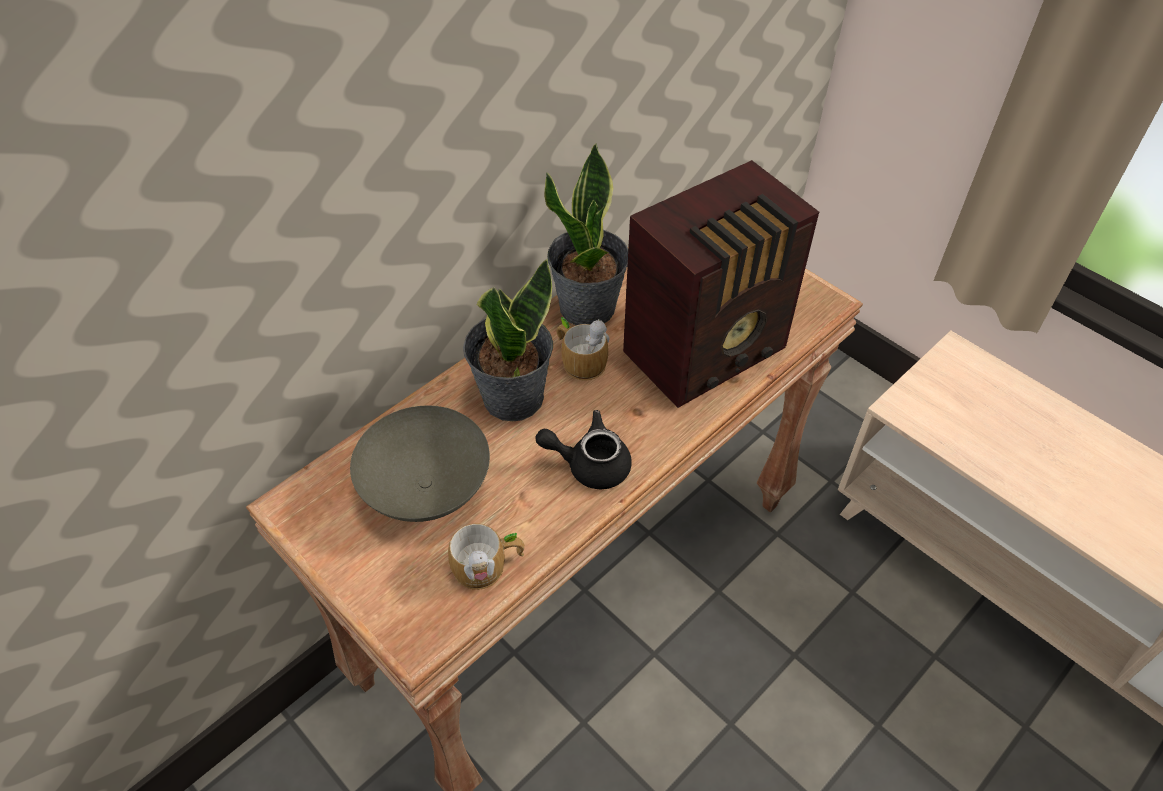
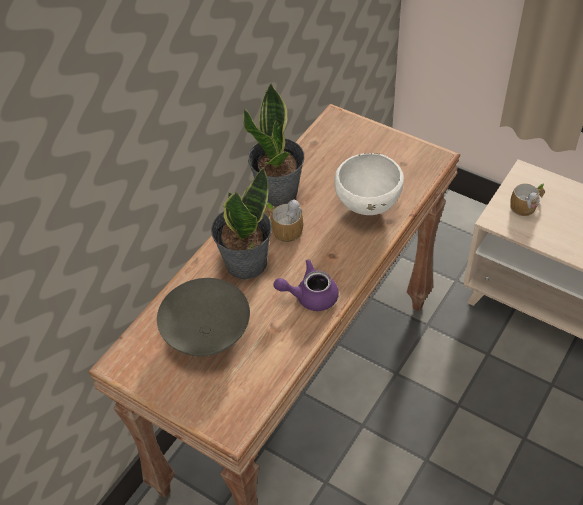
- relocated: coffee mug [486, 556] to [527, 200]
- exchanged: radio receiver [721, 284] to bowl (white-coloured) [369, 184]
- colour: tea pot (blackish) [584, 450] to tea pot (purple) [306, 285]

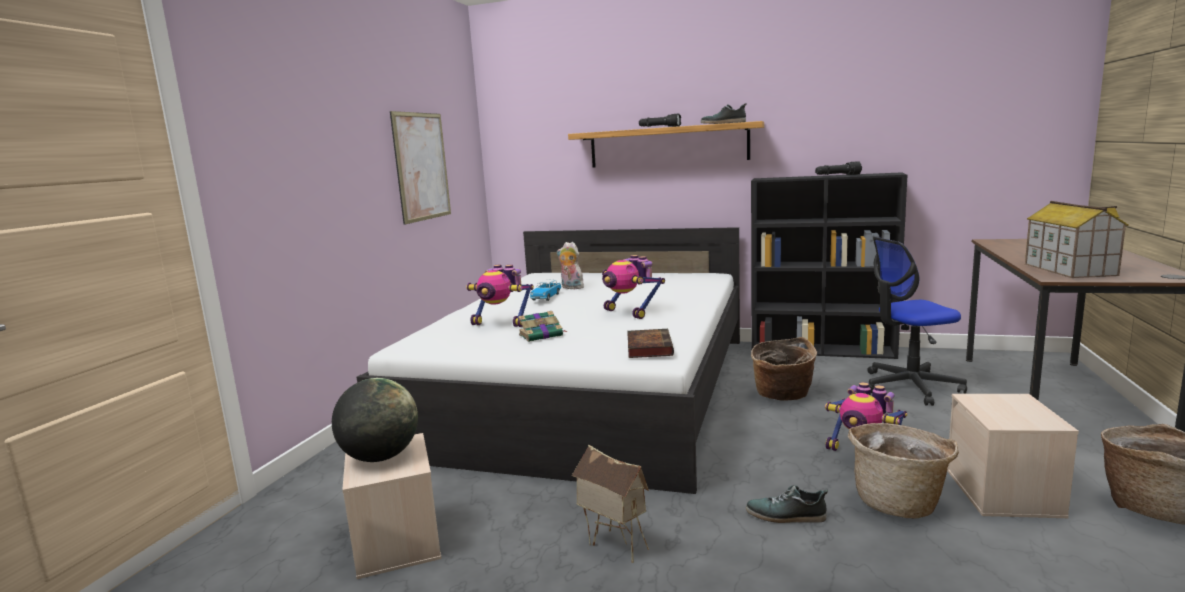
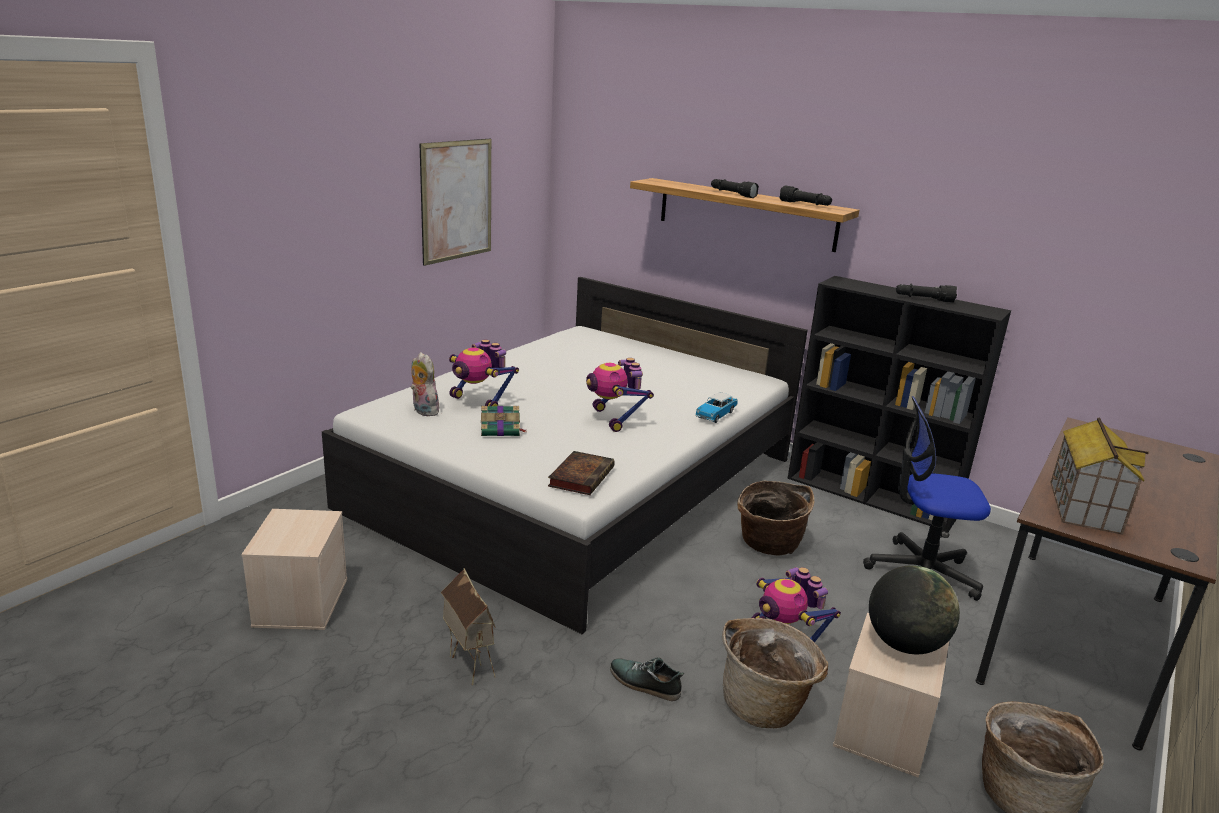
- relocated: world globe [375, 420] to [914, 609]
- relocated: model car [546, 290] to [716, 407]
- relocated: cuddly toy [570, 265] to [425, 384]
- exchanged: low shoe [724, 113] to hand torch (blackish) [805, 195]

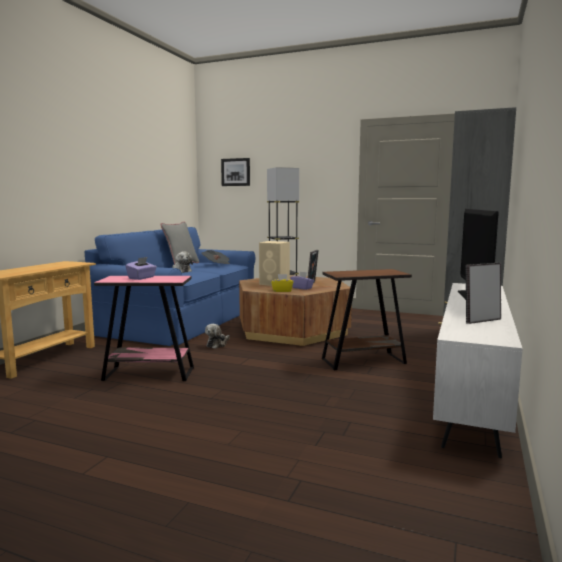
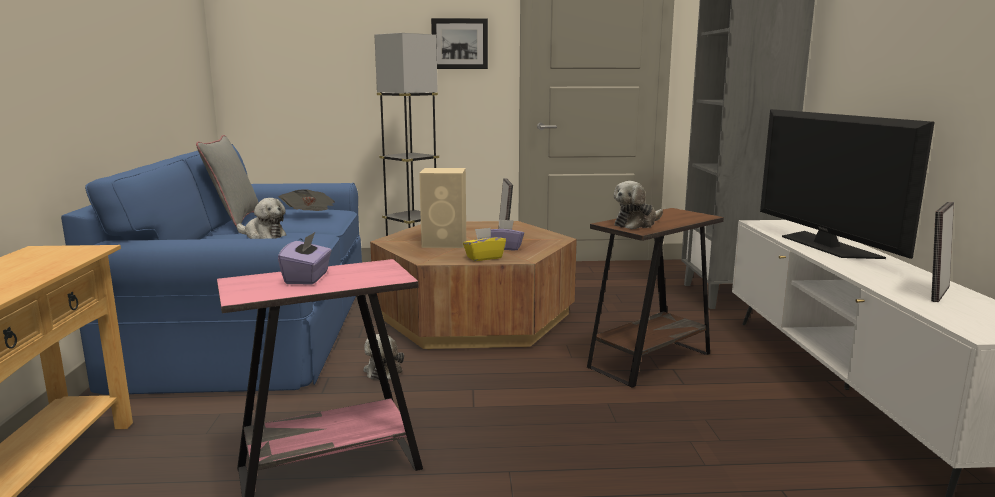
- appeared: cuddly toy [638, 205]
- relocated: picture [235, 172] to [459, 43]

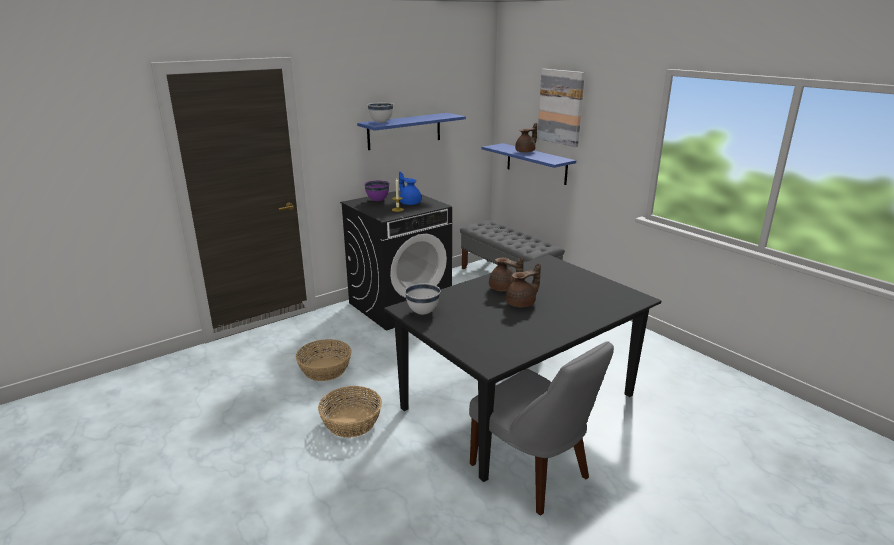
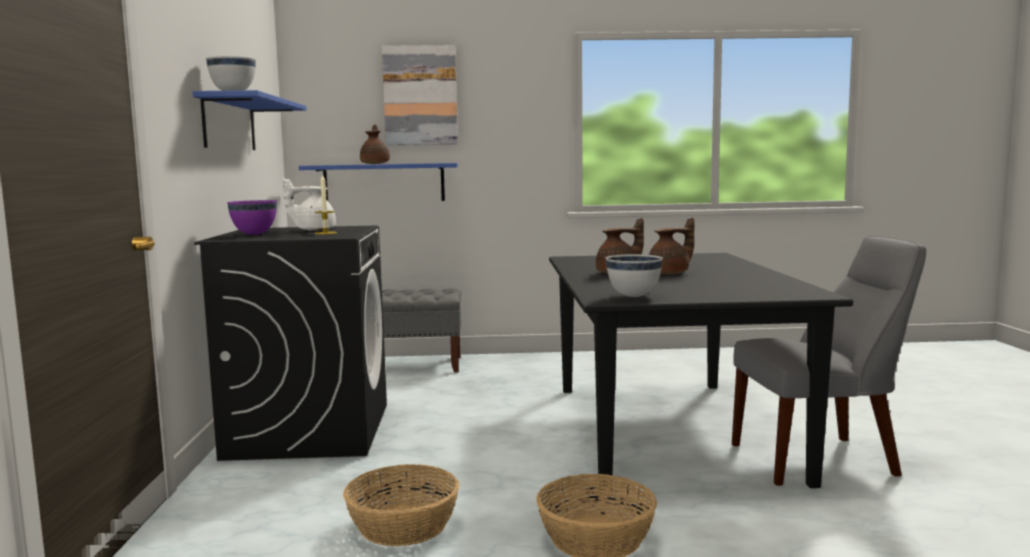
- colour: tea pot (blue-coloured) [410, 188] to tea pot (white-coloured) [309, 204]
- spun: tea pot (brownish) [523, 285] = [671, 245] 60 degrees clockwise

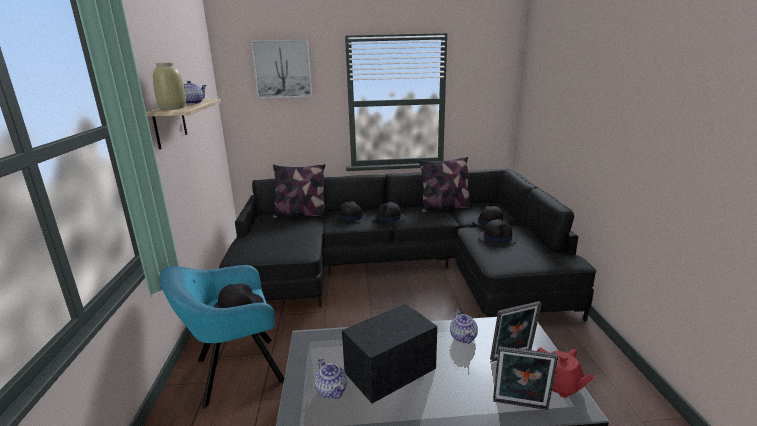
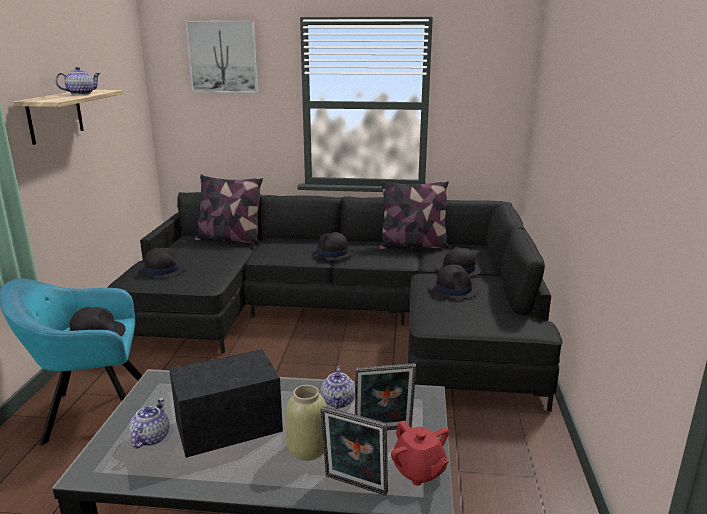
- relocated: vase (beige) [169, 86] to [306, 423]
- relocated: wearable hat (blackish) [351, 212] to [162, 263]
- spun: tea pot [331, 378] = [149, 423] 150 degrees counterclockwise

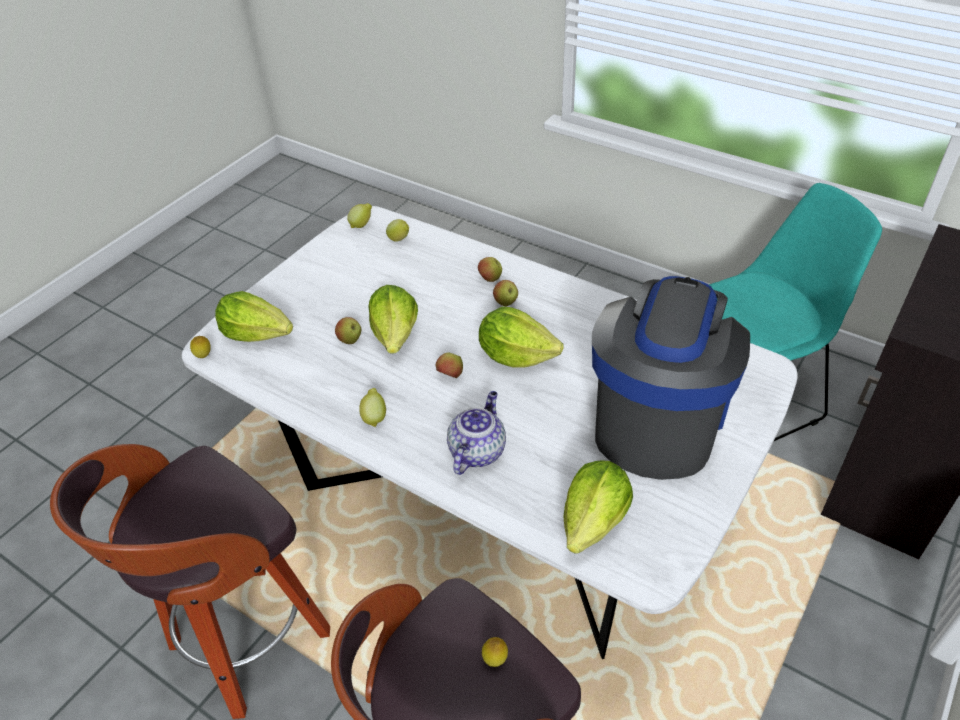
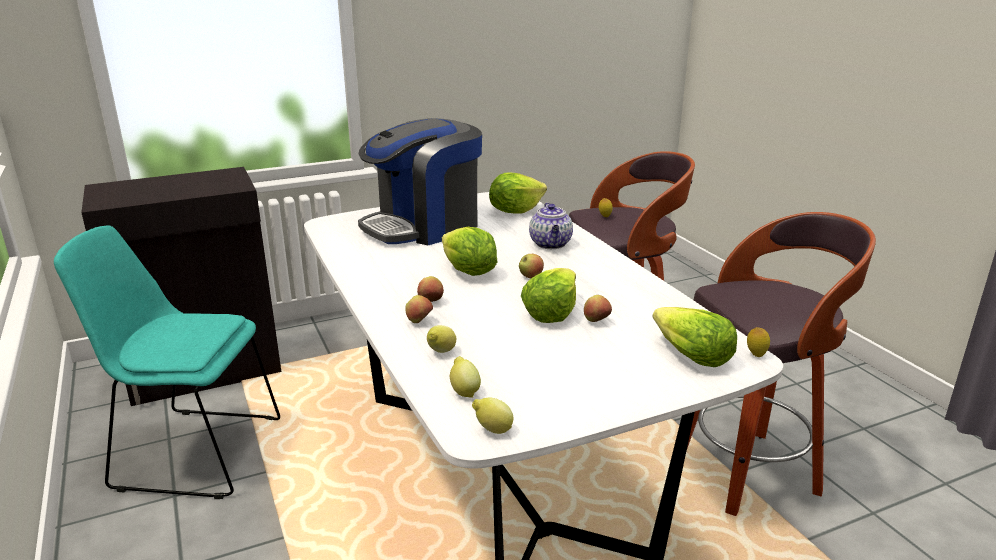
- relocated: citrus fruit [372, 407] to [441, 339]
- spun: tea pot [476, 433] = [551, 225] 60 degrees counterclockwise

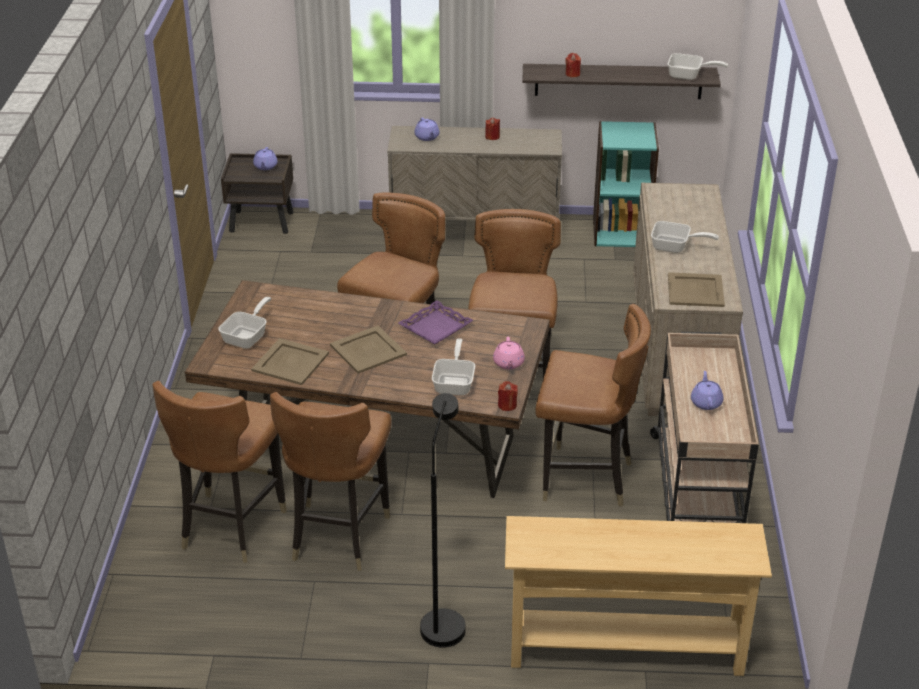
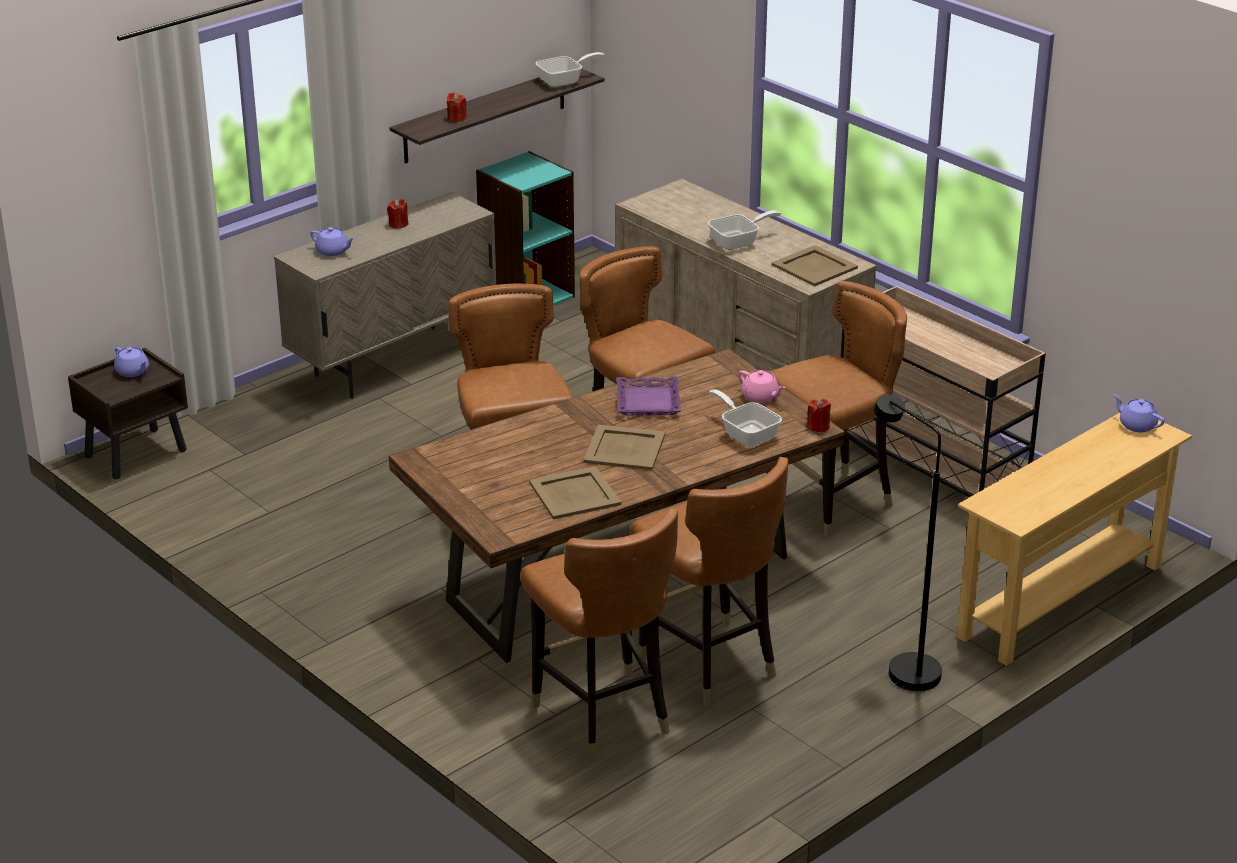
- missing: skillet [244, 323]
- relocated: tea pot (purple) [707, 390] to [1139, 413]

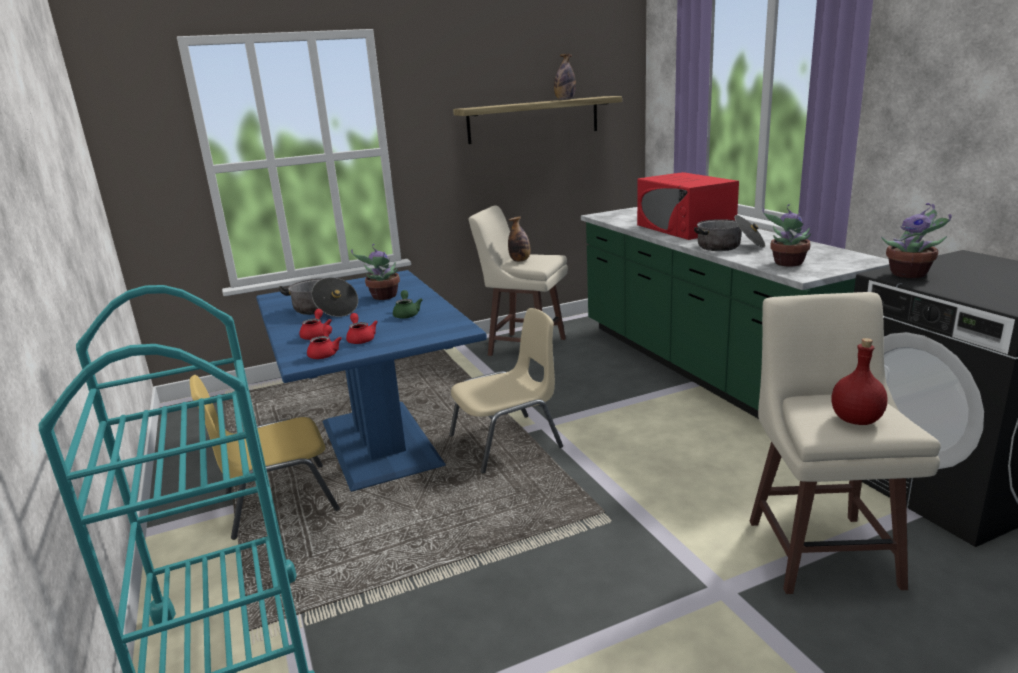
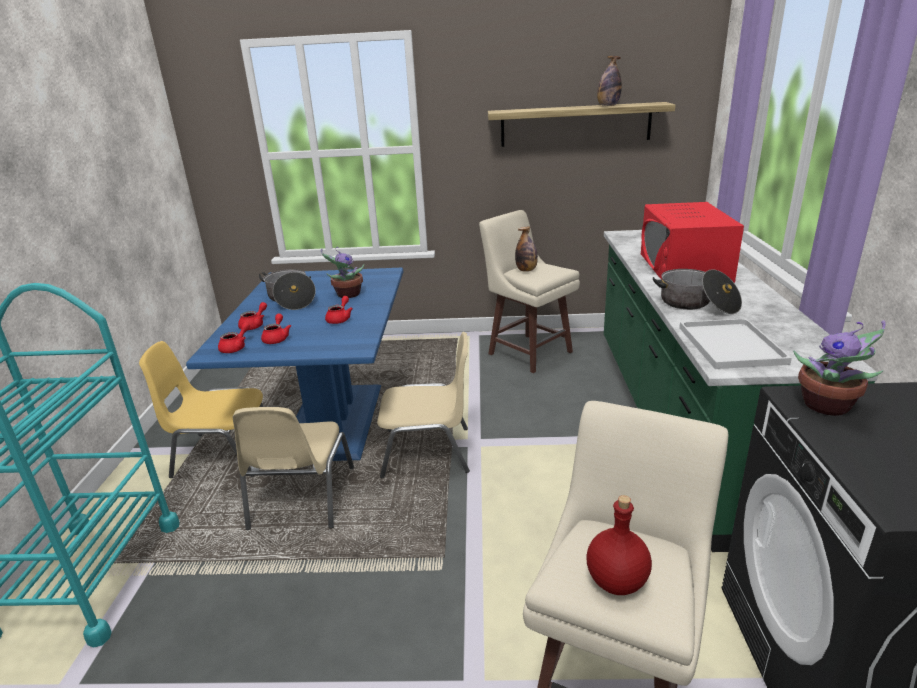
- appeared: plain chair (beige) [293, 468]
- exchanged: houseplant [786, 235] to carrying tray (white-coloured) [735, 343]
- colour: tea pot (green-coloured) [408, 304] to tea pot (red-coloured) [339, 310]

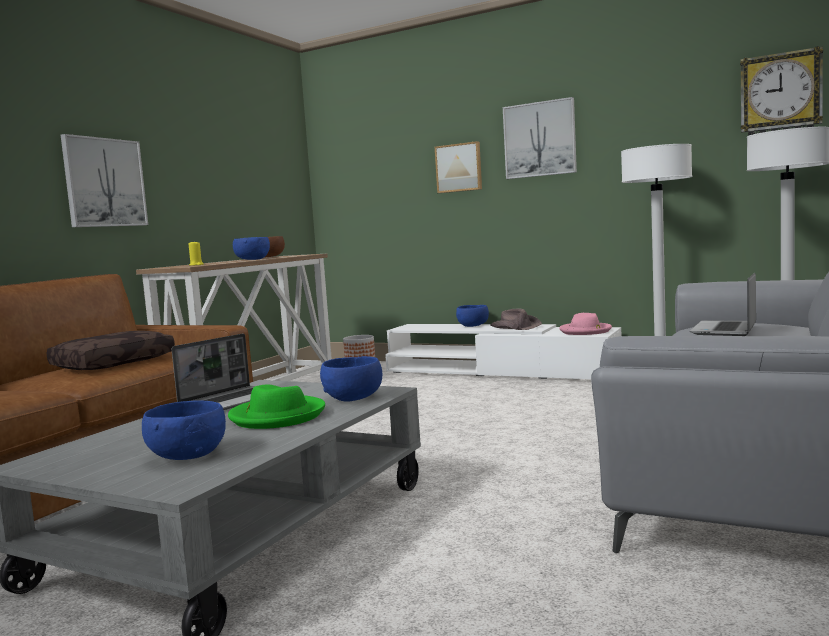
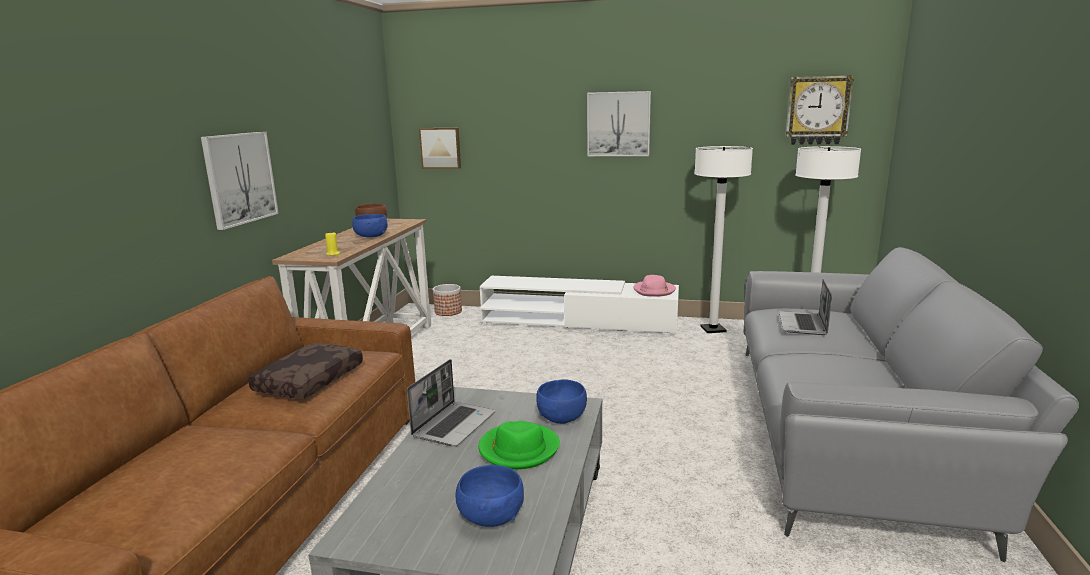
- missing: bowl (blue-coloured) [472, 316]
- missing: wearable hat (brownish) [516, 319]
- relocated: picture [458, 167] to [440, 148]

